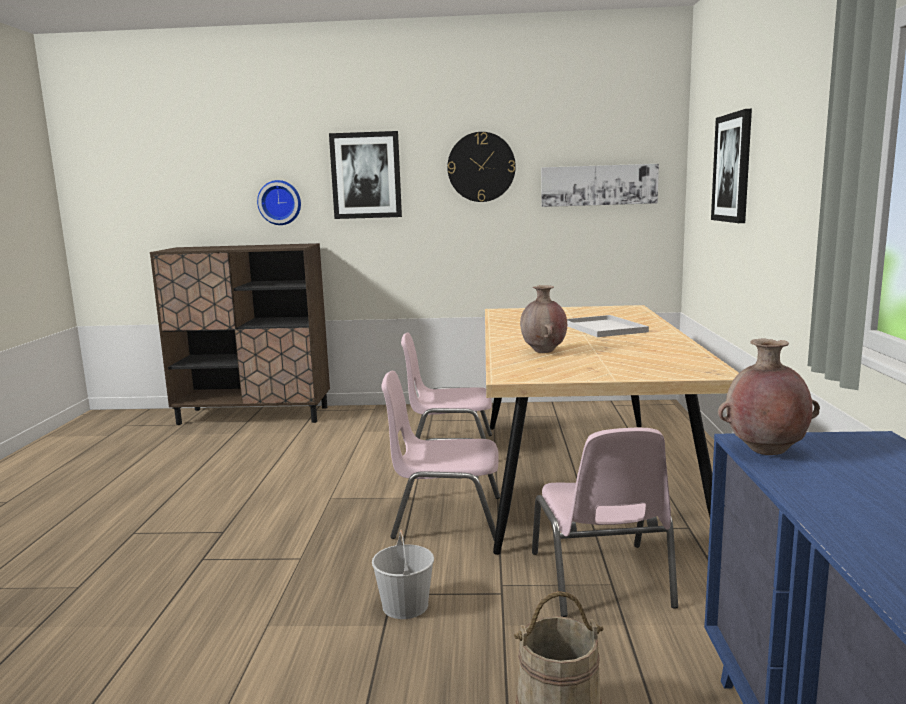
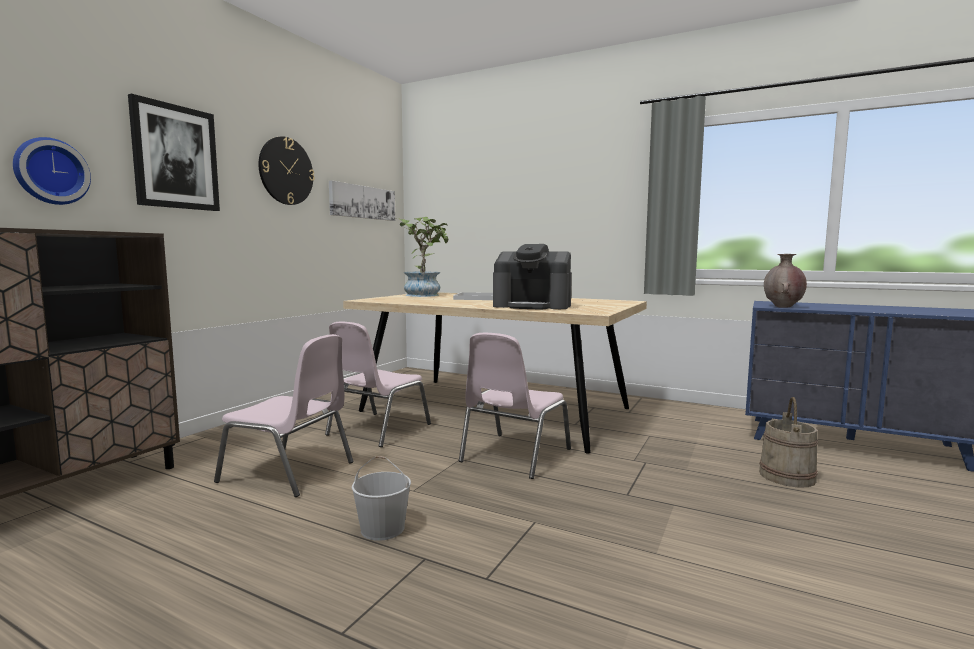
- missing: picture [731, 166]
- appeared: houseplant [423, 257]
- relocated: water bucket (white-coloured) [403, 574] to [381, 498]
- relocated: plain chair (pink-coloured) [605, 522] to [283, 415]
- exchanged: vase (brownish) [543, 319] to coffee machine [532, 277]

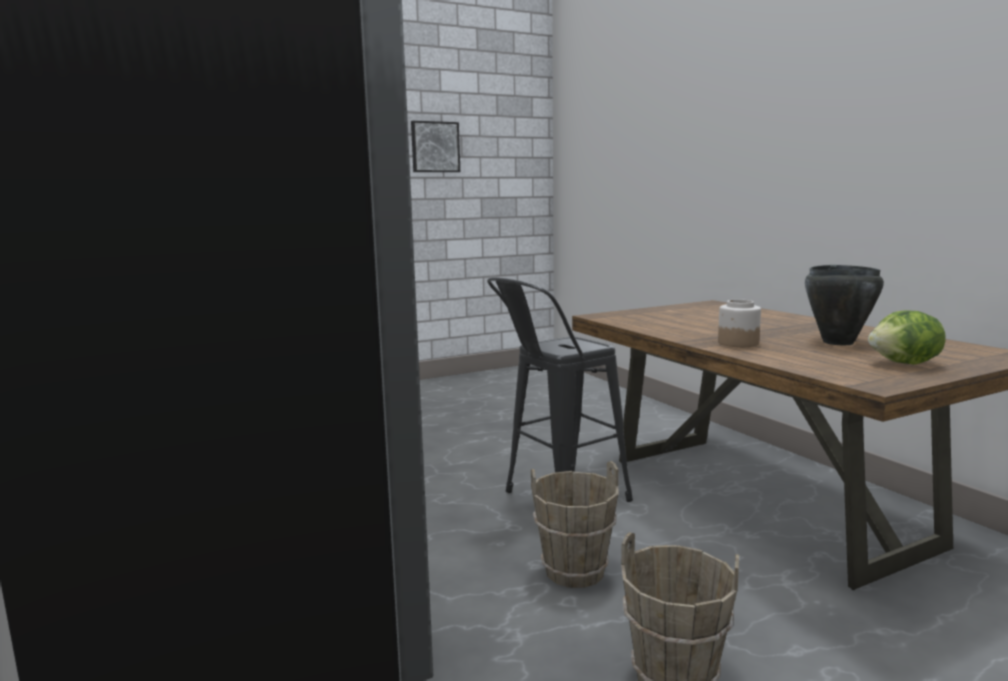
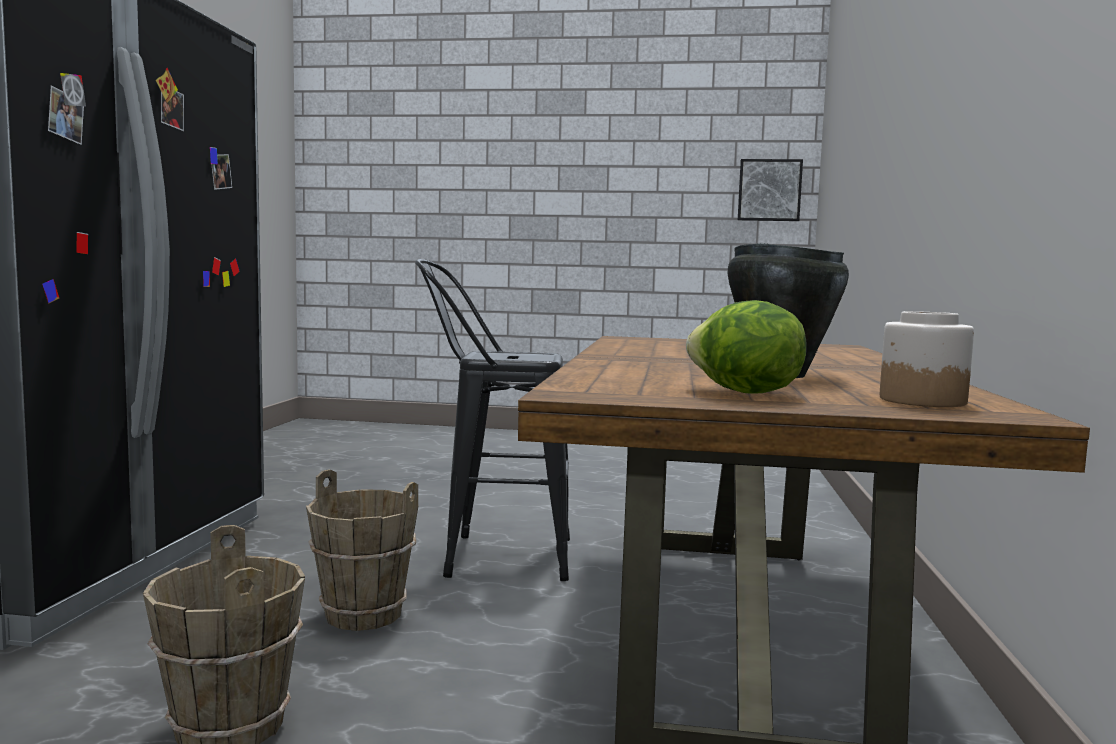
- relocated: picture [435, 146] to [770, 190]
- relocated: preserve jar [739, 323] to [927, 359]

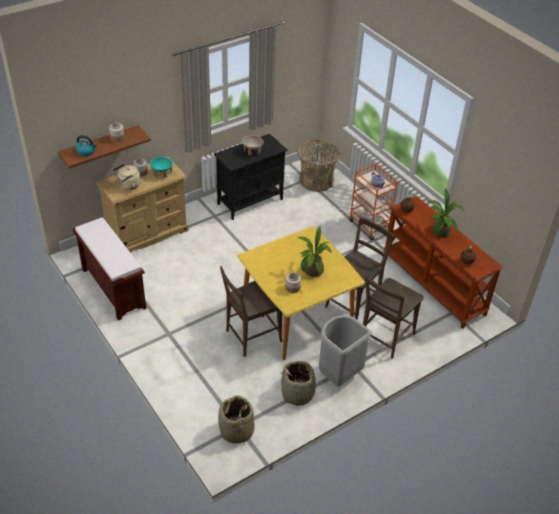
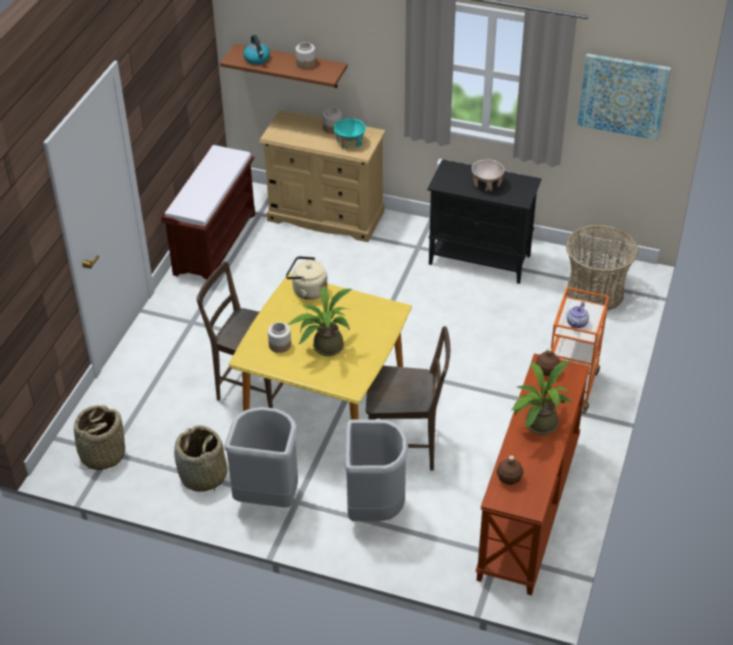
- appeared: picture [624, 96]
- relocated: kettle (beige) [126, 177] to [306, 278]
- exchanged: plain chair (brownish) [393, 318] to rubbish bin (gray) [376, 470]

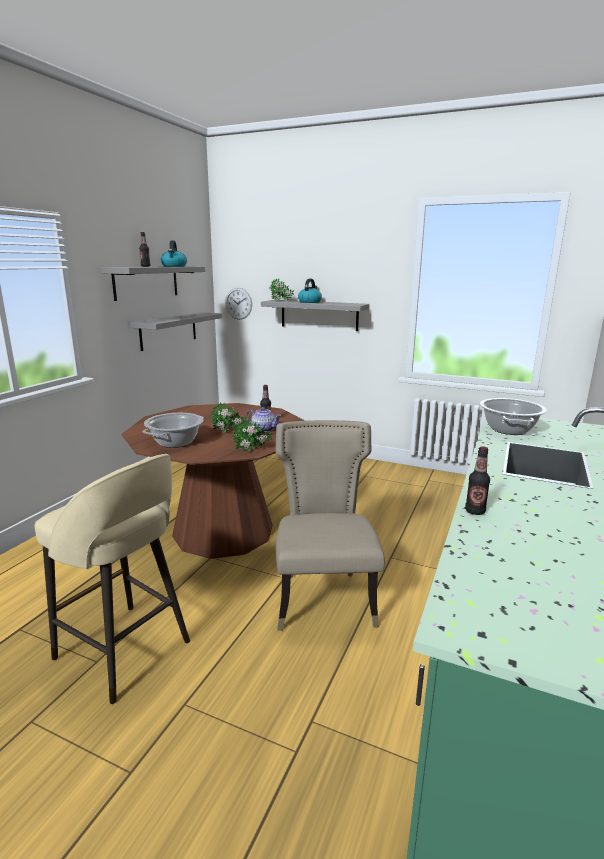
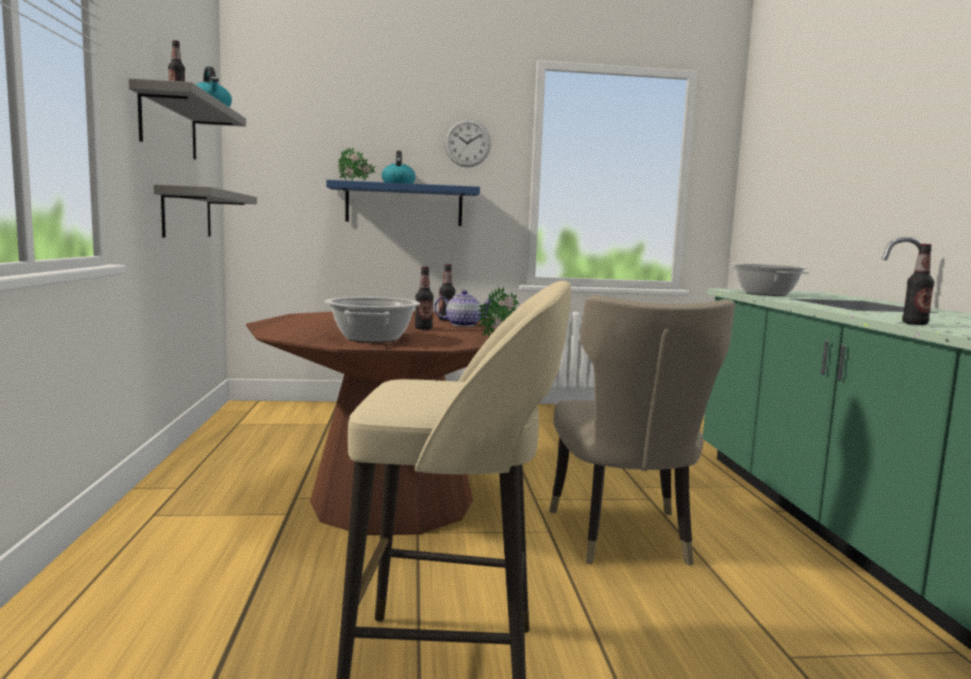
- relocated: wall clock [238, 304] to [467, 143]
- exchanged: houseplant [228, 417] to bottle [424, 298]
- colour: bracket shelf (gray) [315, 315] to bracket shelf (blue-coloured) [403, 203]
- spun: plain chair (beige) [330, 525] = [642, 430] 150 degrees counterclockwise

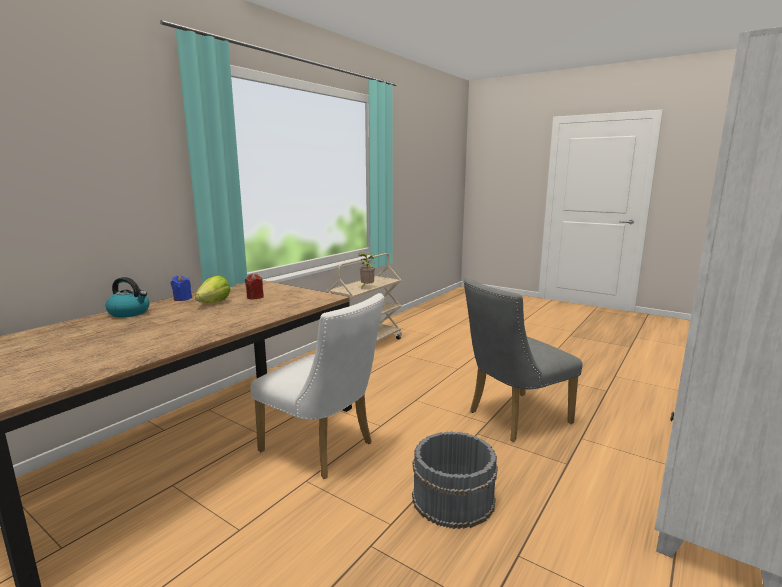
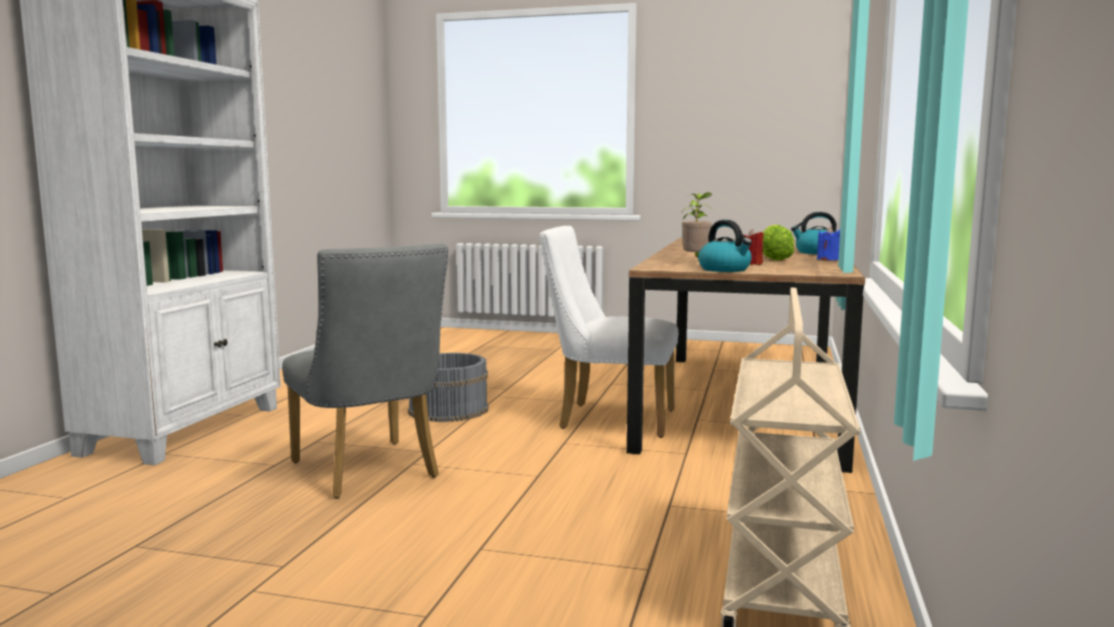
- appeared: kettle [725, 246]
- relocated: houseplant [366, 270] to [696, 224]
- spun: plain chair (gray) [523, 360] = [365, 371] 105 degrees clockwise

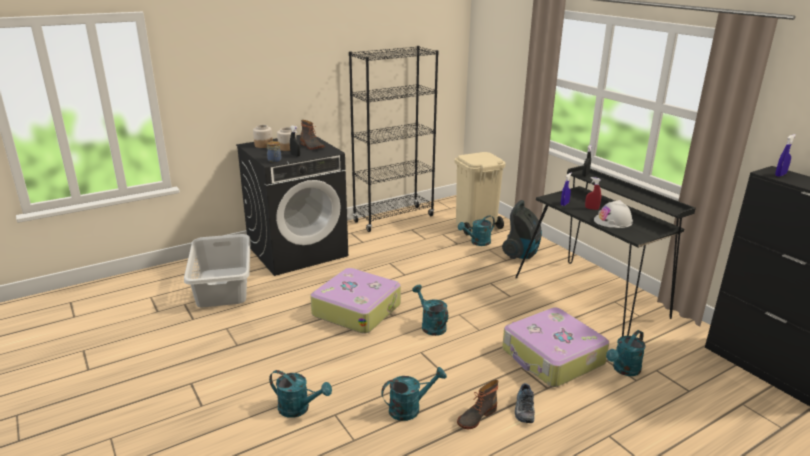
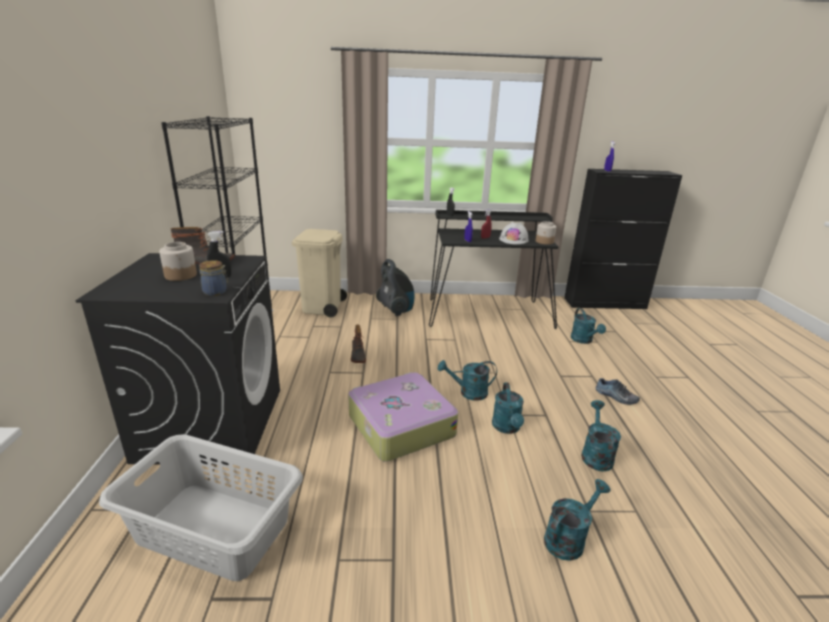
- missing: piece of luggage [555, 347]
- relocated: preserve jar [263, 136] to [546, 233]
- relocated: high-top boot [477, 404] to [358, 343]
- relocated: sprinkling can (blue-green) [476, 231] to [508, 408]

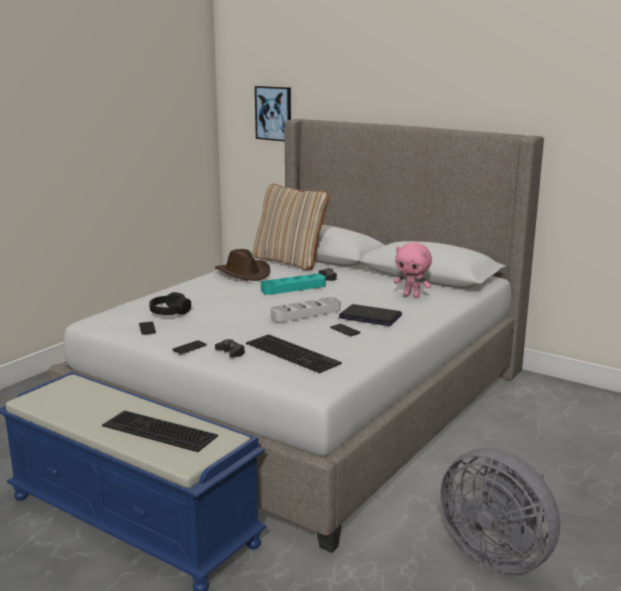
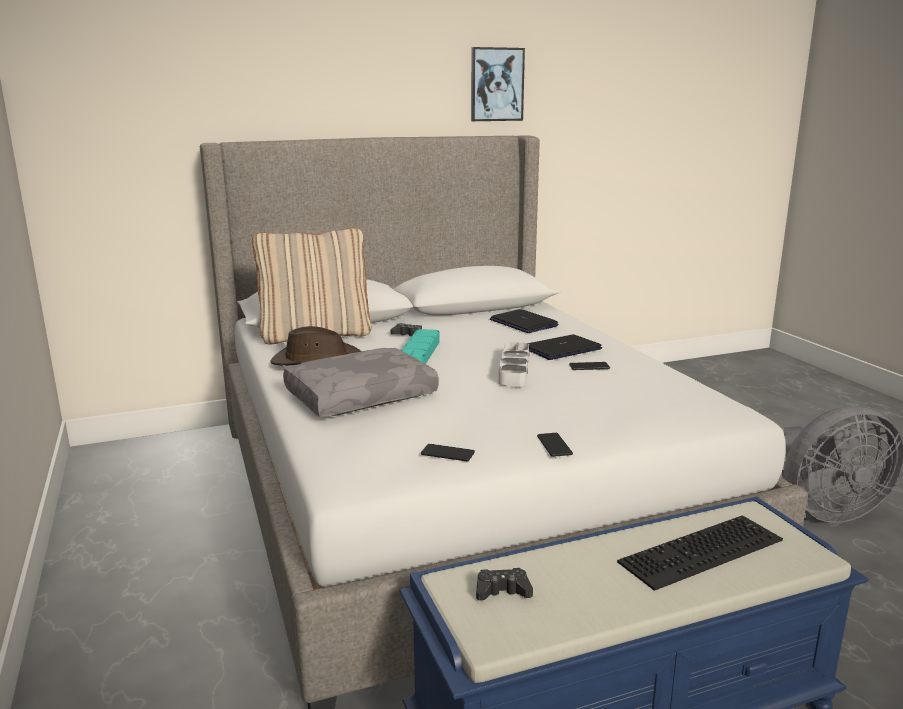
- missing: pair of headphones (blackish) [170, 303]
- missing: PC keyboard [294, 353]
- appeared: pillow (gray) [361, 382]
- relocated: joypad (blackish) [230, 348] to [504, 584]
- relocated: picture [273, 113] to [498, 84]
- exchanged: cuddly toy (pink-coloured) [413, 270] to portable computer [524, 321]

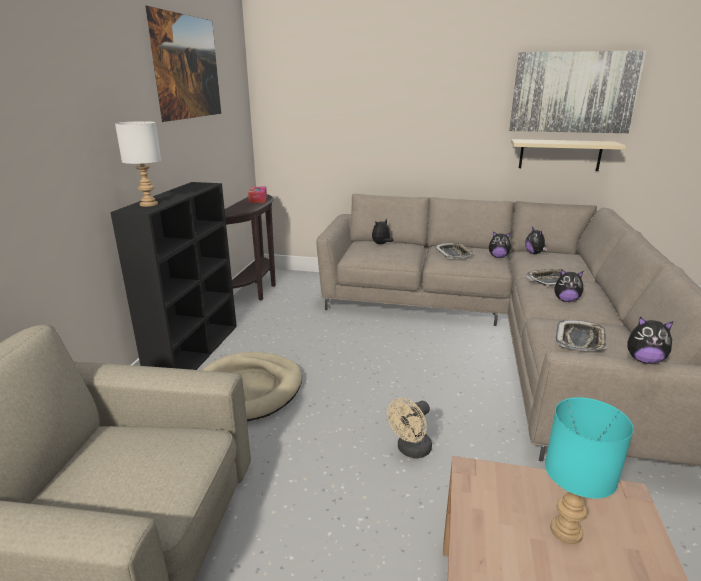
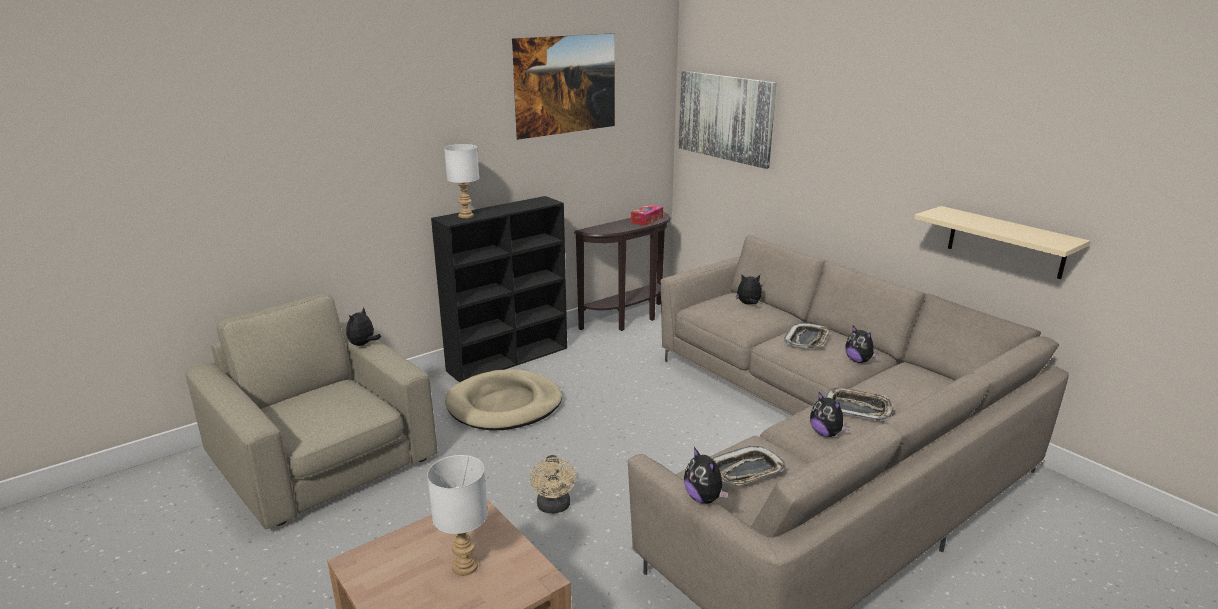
- relocated: picture [577, 92] to [728, 120]
- relocated: cuddly toy [536, 240] to [363, 326]
- colour: tabletop lamp (blue-green) [589, 470] to tabletop lamp (white-coloured) [457, 515]
- spun: electric fan (beige) [409, 428] = [553, 484] 90 degrees counterclockwise

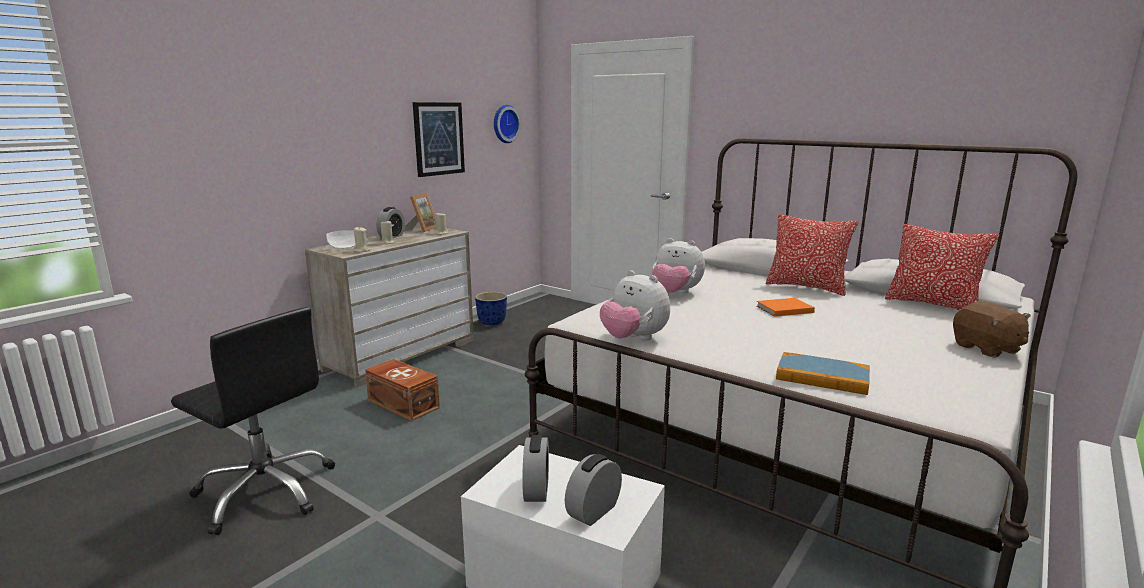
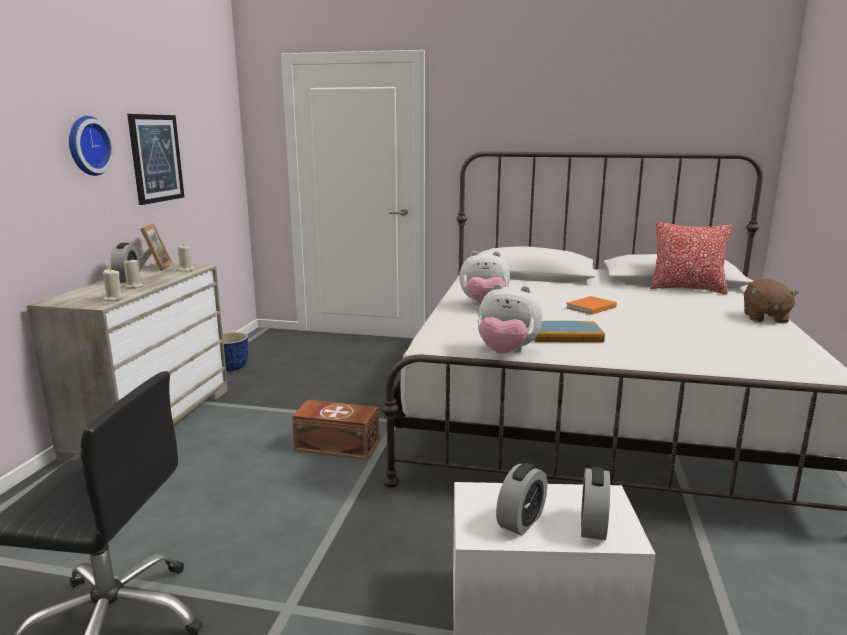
- missing: bowl [341, 239]
- missing: pillow [812, 255]
- relocated: storage bin (brownish) [402, 390] to [335, 430]
- relocated: wall clock [507, 124] to [92, 146]
- relocated: volume [823, 373] to [569, 331]
- spun: table clock [535, 468] = [521, 499] 60 degrees clockwise
- spun: cuddly toy (brownish) [991, 329] = [771, 301] 60 degrees clockwise

